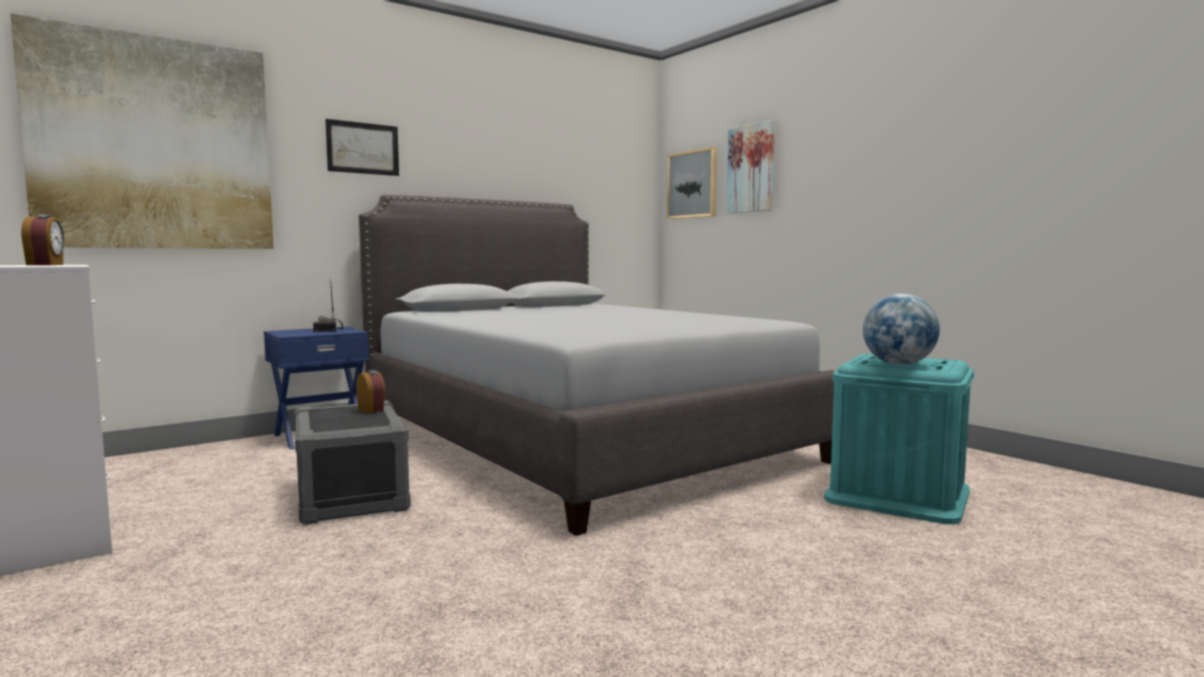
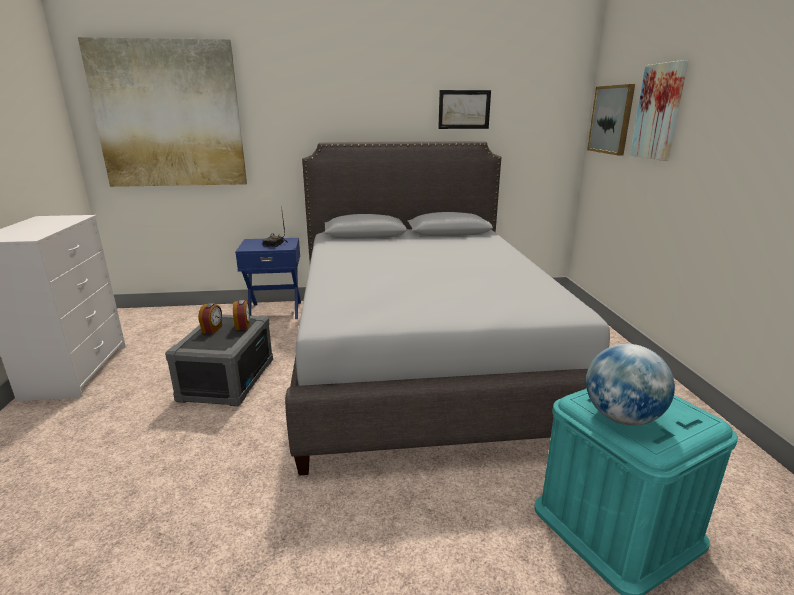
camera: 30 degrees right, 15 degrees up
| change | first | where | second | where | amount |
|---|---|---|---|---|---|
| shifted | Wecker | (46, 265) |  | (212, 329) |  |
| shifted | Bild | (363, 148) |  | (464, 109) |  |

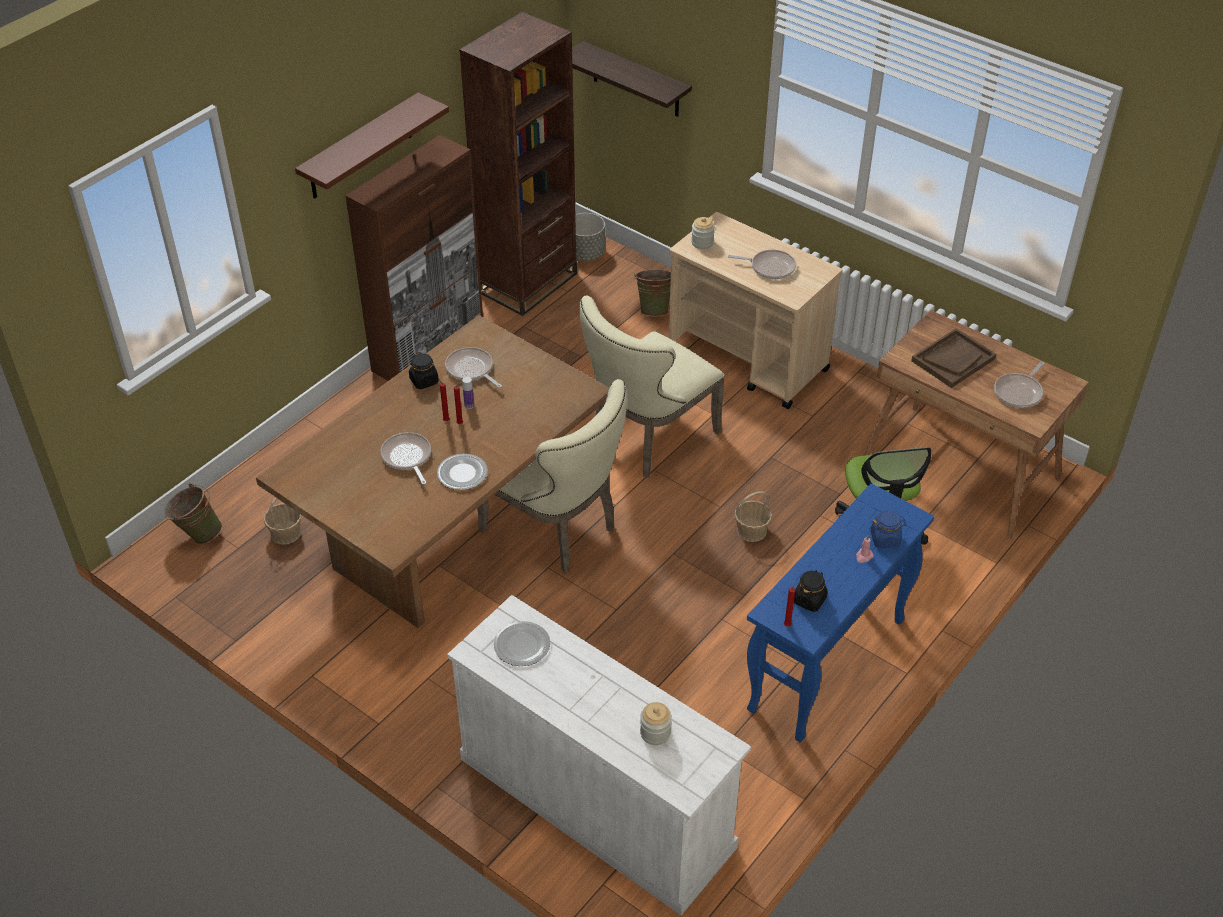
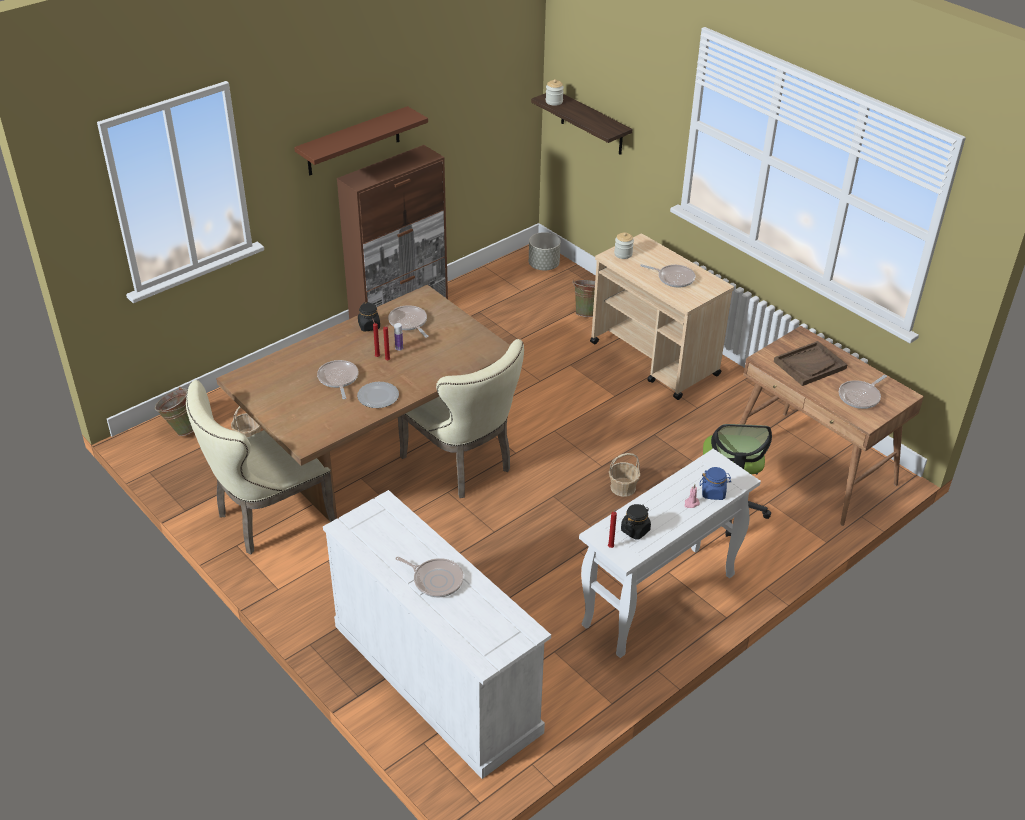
camera: 10 degrees right, 5 degrees down
| change | first | where | second | where | amount |
|---|---|---|---|---|---|
| gone | Bücherregal [braun] | (528, 283) |  |  |  |
| gone | Teller | (522, 645) |  |  |  |
| shifted | Stuhl [beige] | (648, 438) |  | (268, 519) |  |
| shifted | Vorratsglas | (655, 733) |  | (554, 102) |  |
| repainted | Konsolentisch [blau] | (826, 666) | Konsolentisch [weiß] | (658, 601) |  |
| new |  |  | Pfanne | (436, 580) |  |

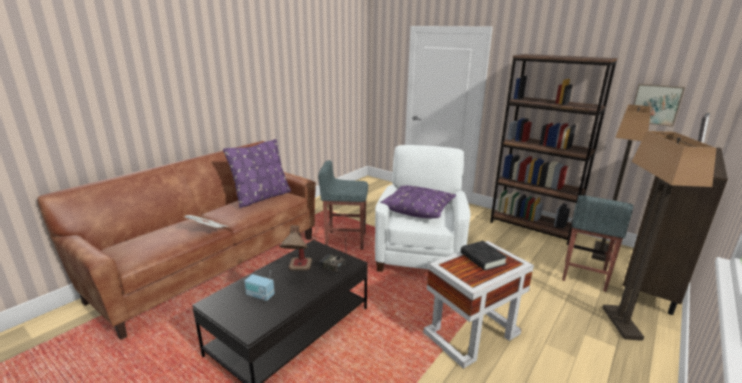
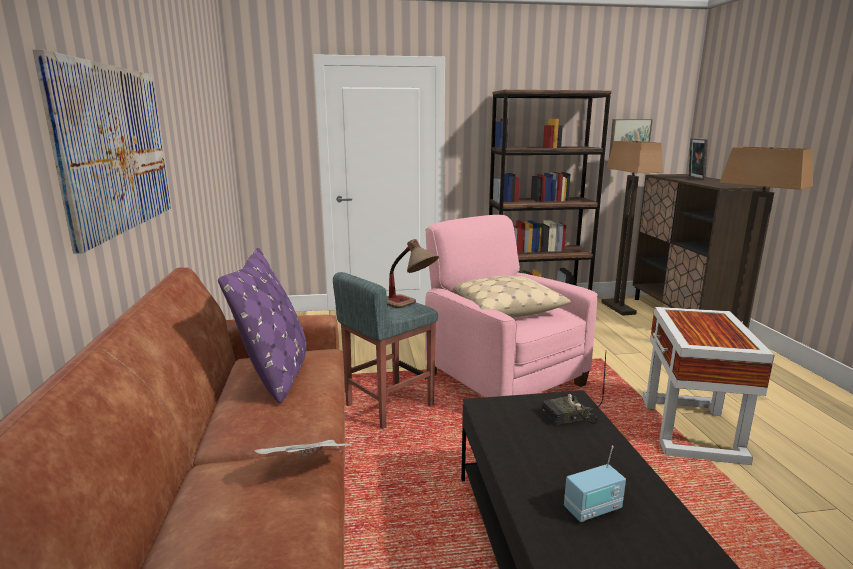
camera: 45 degrees left, 5 degrees down
| change | first | where | second | where | amount |
|---|---|---|---|---|---|
| shifted | Tischlampe | (298, 272) |  | (410, 306) |  |
| repainted | Sessel [weiß] | (420, 255) | Sessel [rosa] | (502, 379) |  |
| repainted | Kissen [lila] | (417, 208) | Kissen [beige] | (504, 307) |  |
| gone | Buch [schwarz] | (482, 259) |  |  |  |
| gone | Hocker [grau] | (584, 275) |  |  |  |
| new |  |  | Bild | (115, 149) |  |

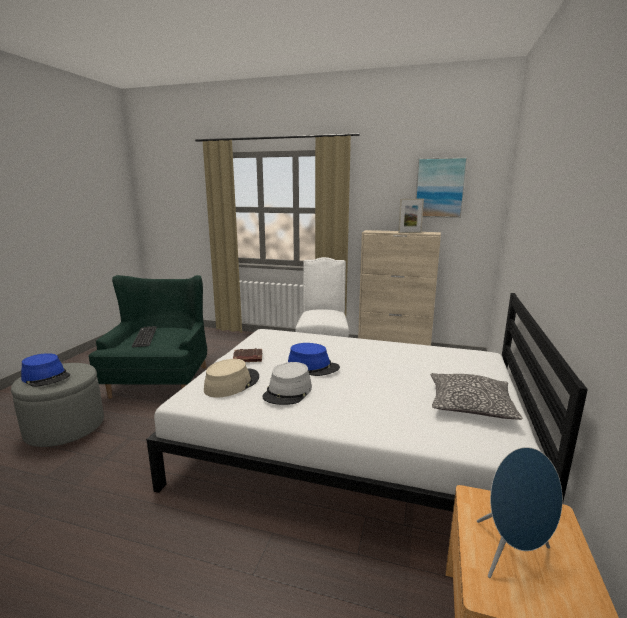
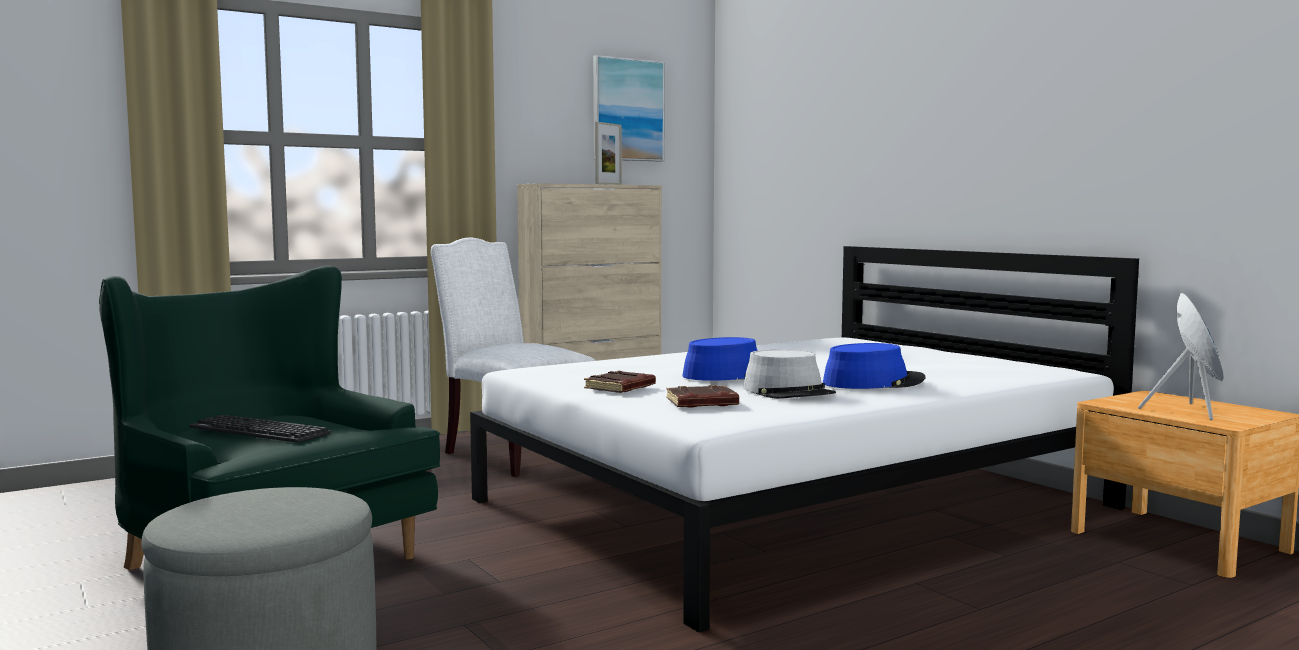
camera: 50 degrees left, 10 degrees down
| change | first | where | second | where | amount |
|---|---|---|---|---|---|
| shifted | Hut [blau] | (46, 377) |  | (873, 382) |  |
| swapped | Hut [beige] | (232, 383) | Buch [braun] | (701, 403) |  |
| gone | Kissen | (470, 405) |  |  |  |

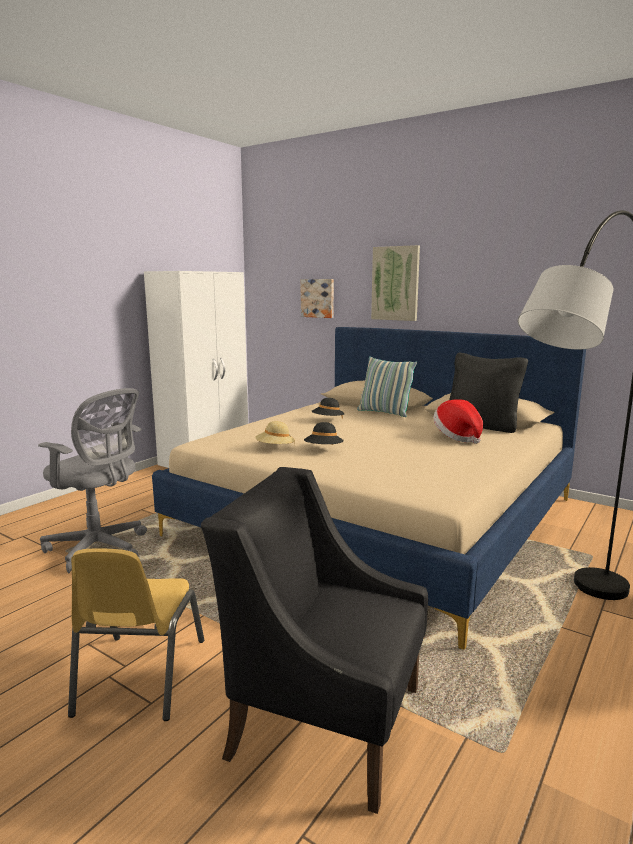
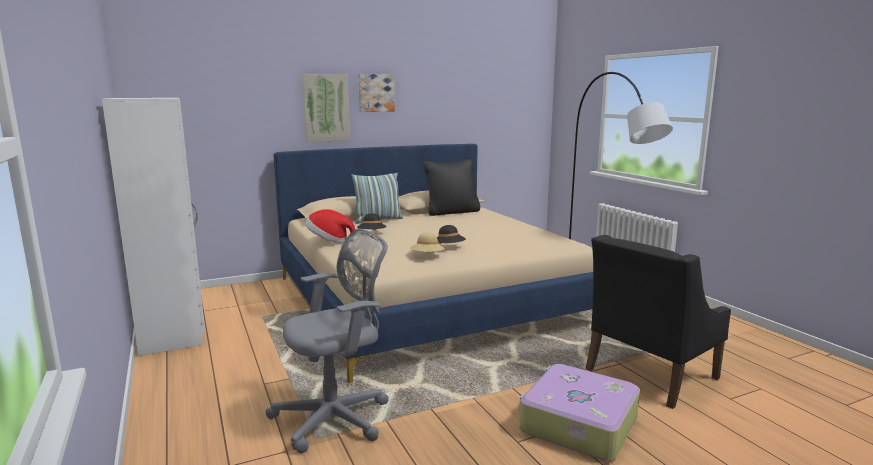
camera: 60 degrees left, 0 degrees up
| change | first | where | second | where | amount |
|---|---|---|---|---|---|
| swapped | Stuhl [gelb] | (140, 676) | Koffer | (577, 424) |  |
| shifted | Bild | (318, 298) |  | (376, 93) |  |
| shifted | Hut | (457, 437) |  | (329, 241) |  |

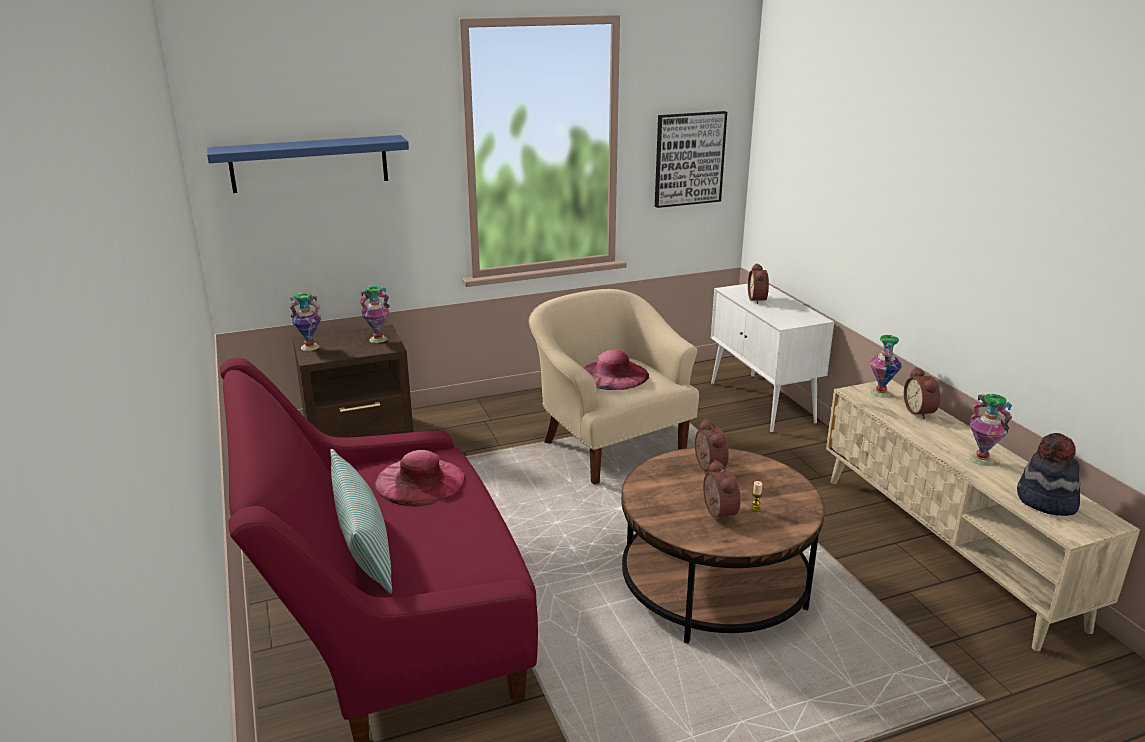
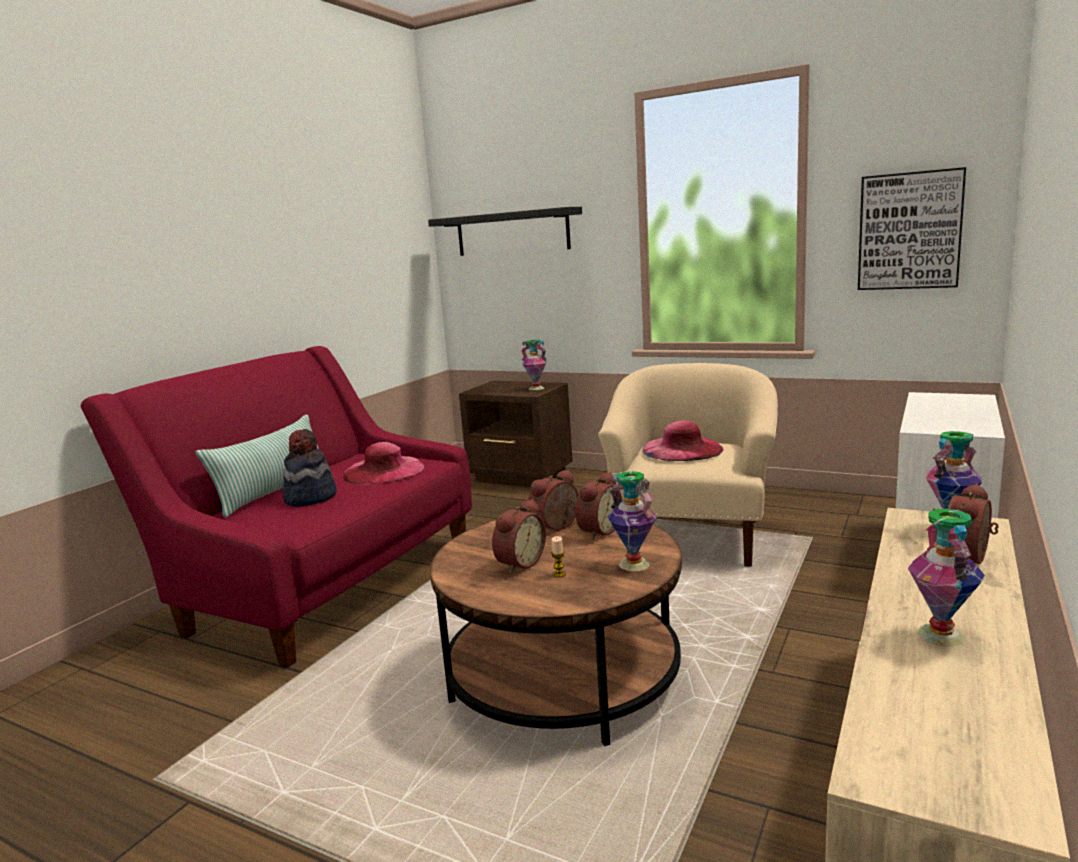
camera: 50 degrees right, 10 degrees down
| change | first | where | second | where | amount |
|---|---|---|---|---|---|
| repainted | Wandregal [blau] | (309, 163) | Wandregal [schwarz] | (512, 233) |  |
| shifted | Vase | (309, 347) |  | (633, 564) |  |
| shifted | Wecker | (758, 299) |  | (557, 527) |  |
| shifted | Hut | (1045, 502) |  | (310, 498) |  |

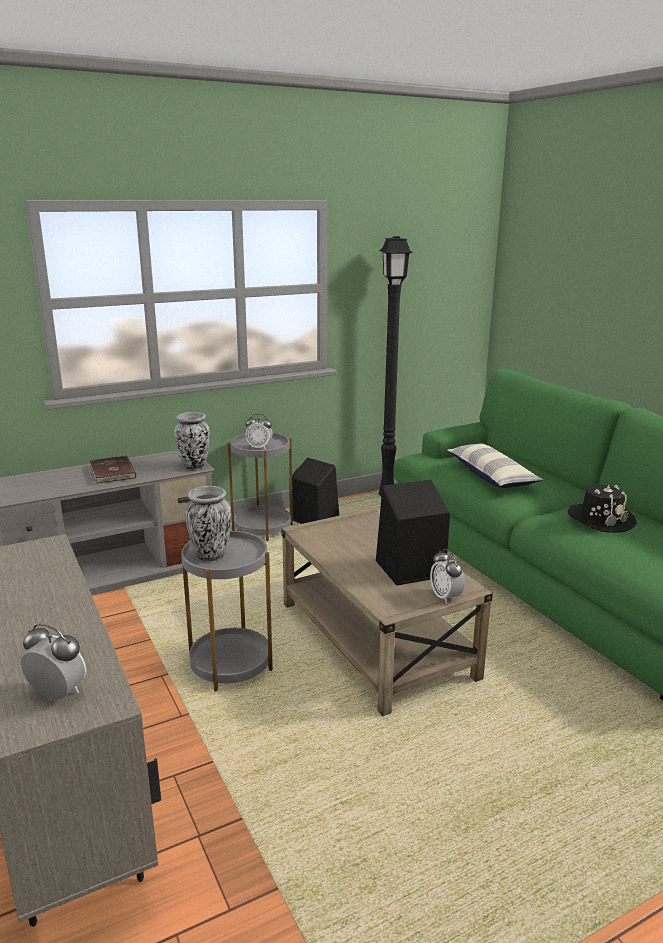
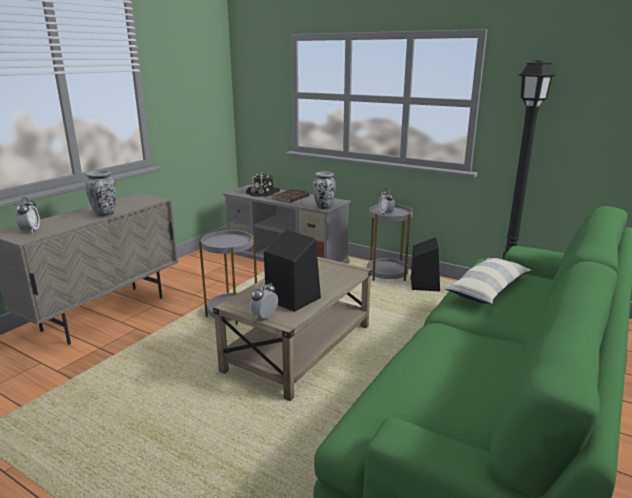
camera: 60 degrees right, 0 degrees up
| change | first | where | second | where | amount |
|---|---|---|---|---|---|
| shifted | Vase | (210, 555) |  | (105, 214) |  |
| shifted | Hut [schwarz] | (600, 519) |  | (263, 192) |  |

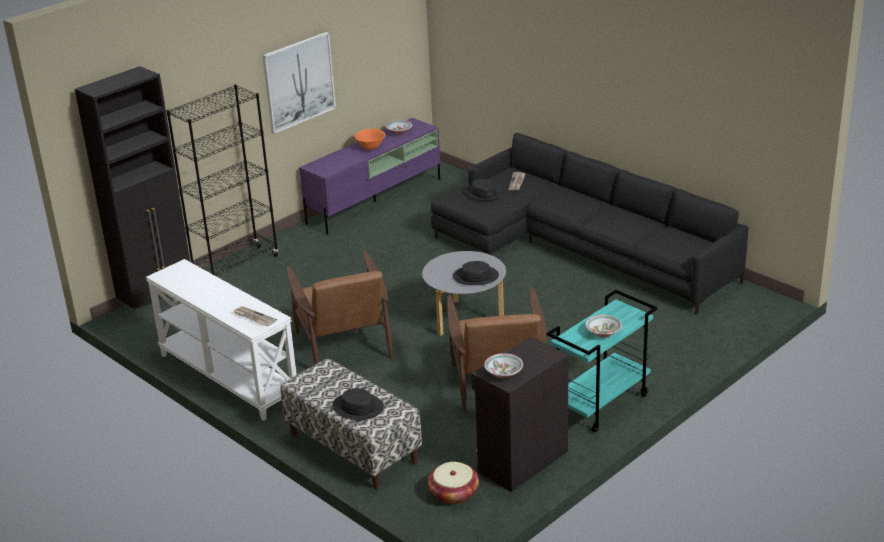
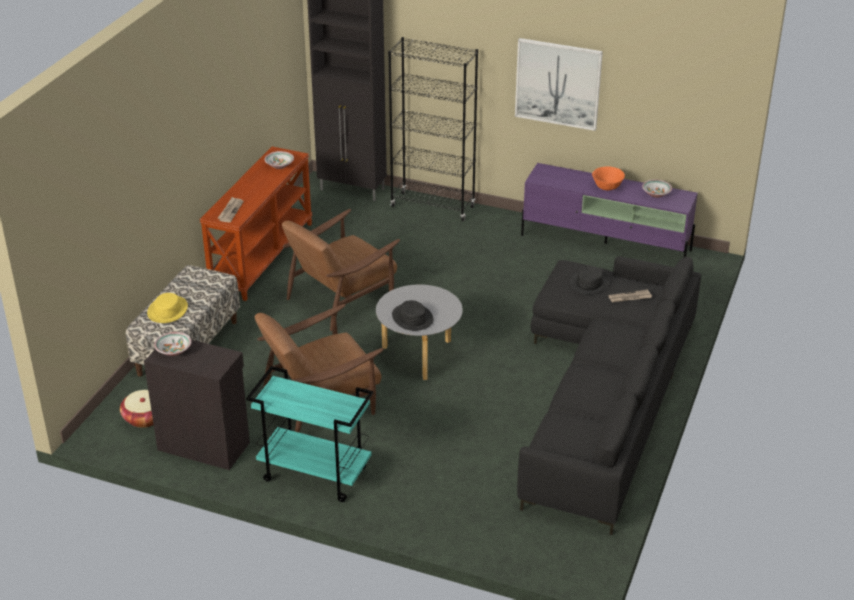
camera: 65 degrees right, 5 degrees up
| change | first | where | second | where | amount |
|---|---|---|---|---|---|
| repainted | Konsolentisch [weiß] | (227, 377) | Konsolentisch [braun] | (261, 256) |  |
| repainted | Hut [schwarz] | (357, 407) | Hut [gelb] | (167, 310) |  |
| shifted | Schüssel | (603, 333) |  | (279, 166) |  |

